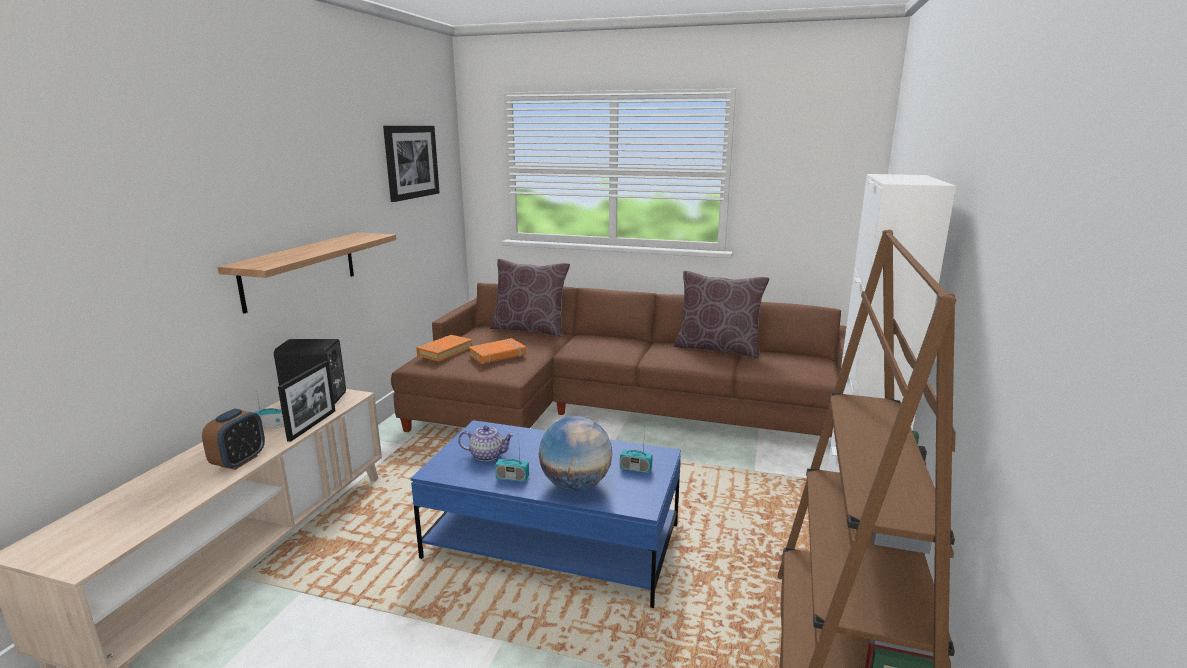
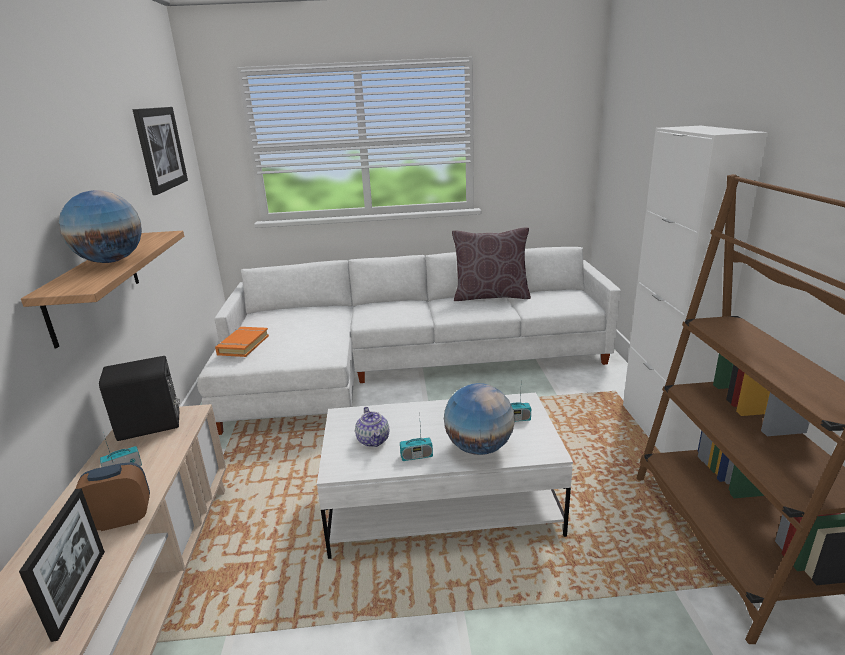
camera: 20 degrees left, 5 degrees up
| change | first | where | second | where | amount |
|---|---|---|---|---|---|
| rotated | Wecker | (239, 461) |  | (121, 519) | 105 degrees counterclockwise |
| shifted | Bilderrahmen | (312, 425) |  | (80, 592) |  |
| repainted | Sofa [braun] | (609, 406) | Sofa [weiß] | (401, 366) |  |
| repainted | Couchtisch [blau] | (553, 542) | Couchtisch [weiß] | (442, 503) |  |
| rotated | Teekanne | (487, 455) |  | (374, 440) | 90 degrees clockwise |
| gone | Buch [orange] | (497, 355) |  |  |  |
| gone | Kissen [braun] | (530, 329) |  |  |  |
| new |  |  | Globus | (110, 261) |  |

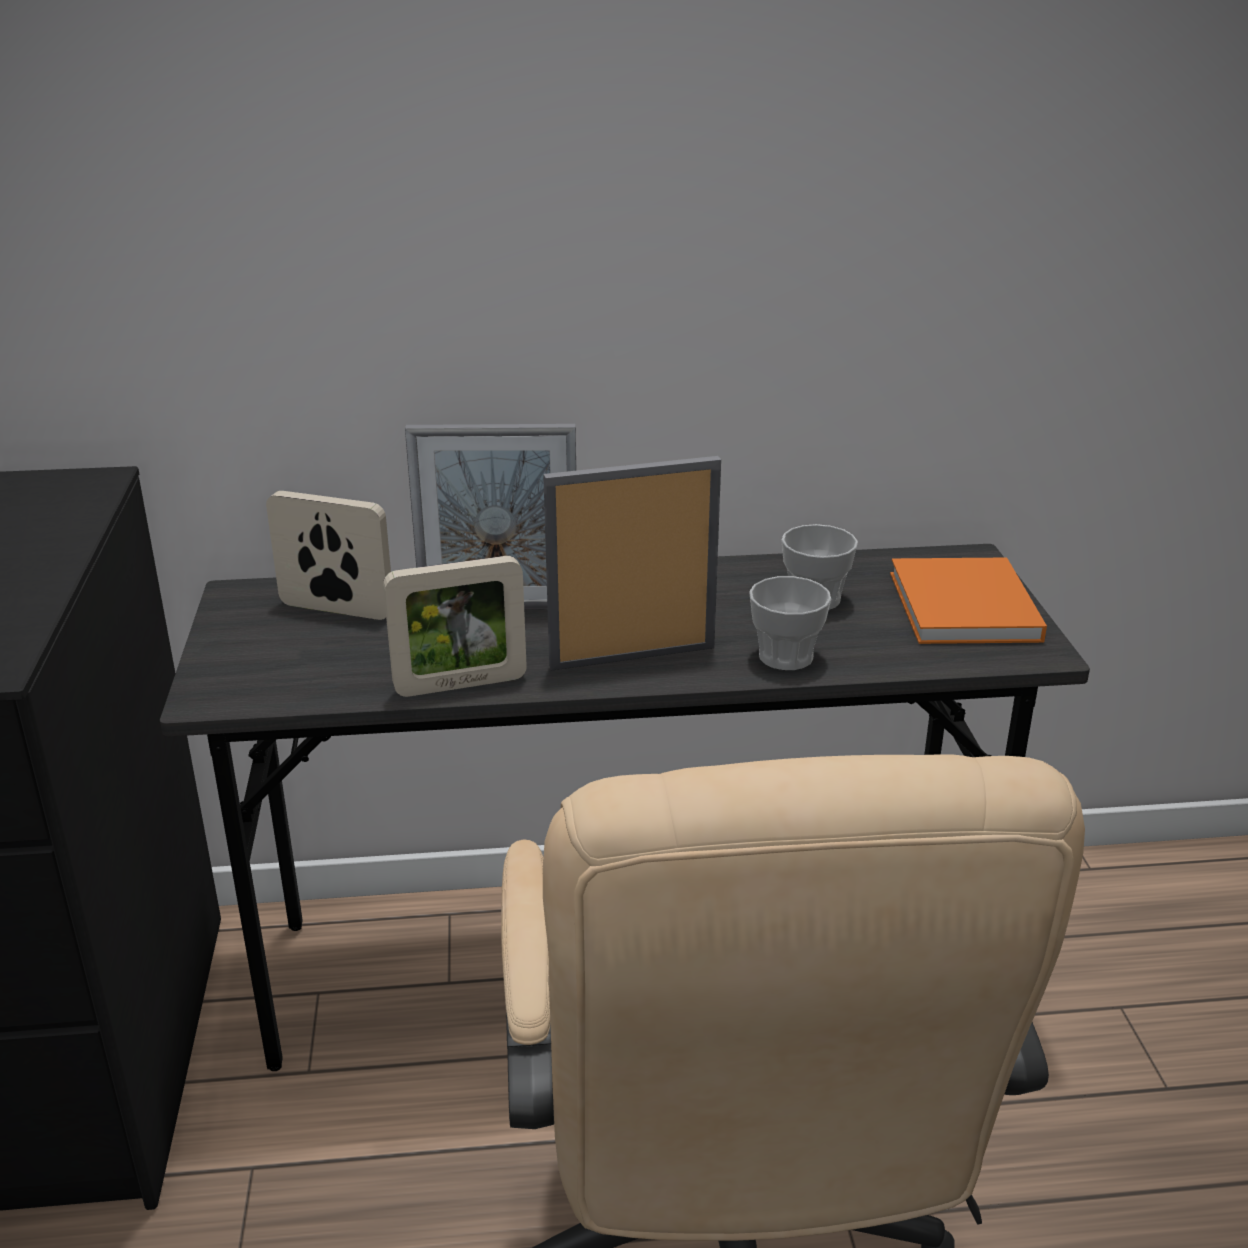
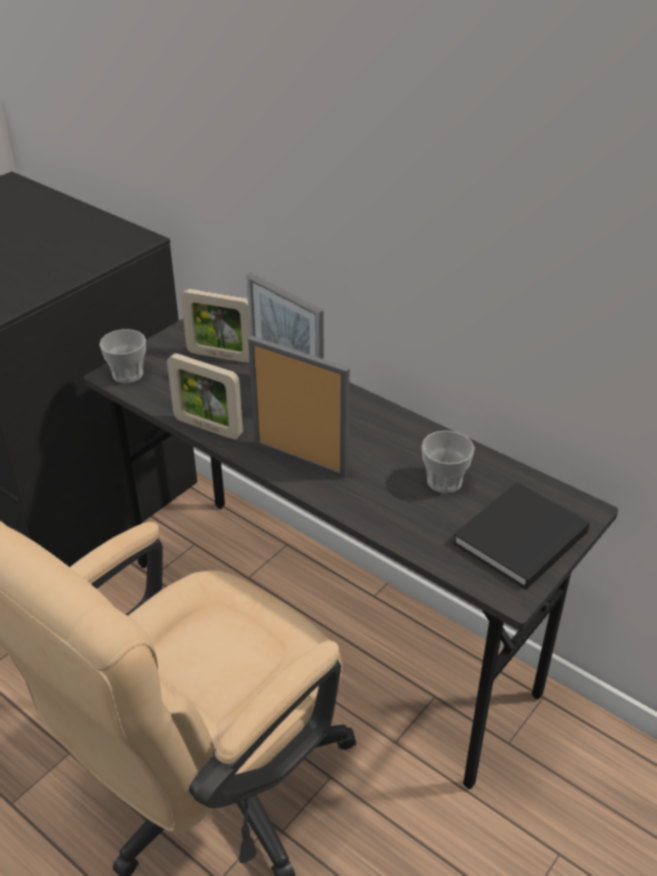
camera: 45 degrees right, 10 degrees up
| change | first | where | second | where | amount |
|---|---|---|---|---|---|
| rotated | Bilderrahmen | (337, 609) |  | (220, 356) | 135 degrees clockwise |
| shifted | Tasse | (786, 656) |  | (127, 374) |  |
| repainted | Buch [orange] | (964, 609) | Buch [schwarz] | (518, 539) |  |

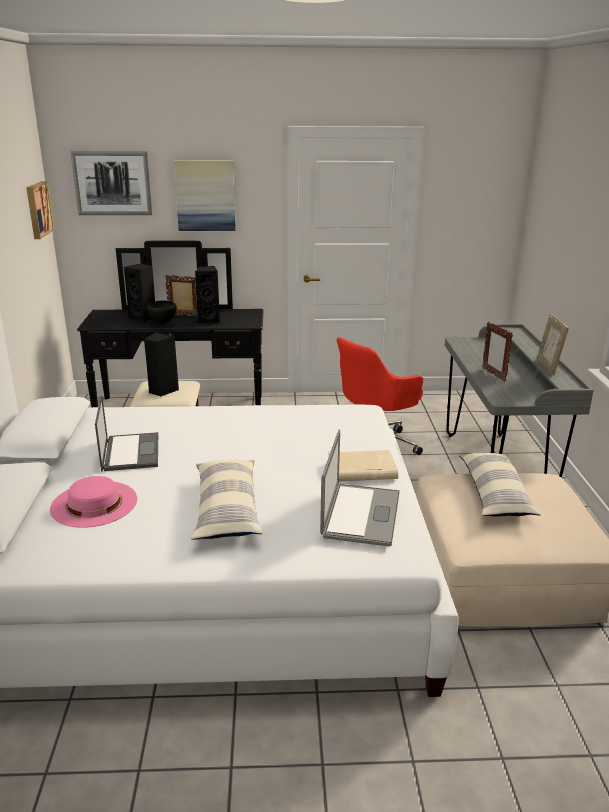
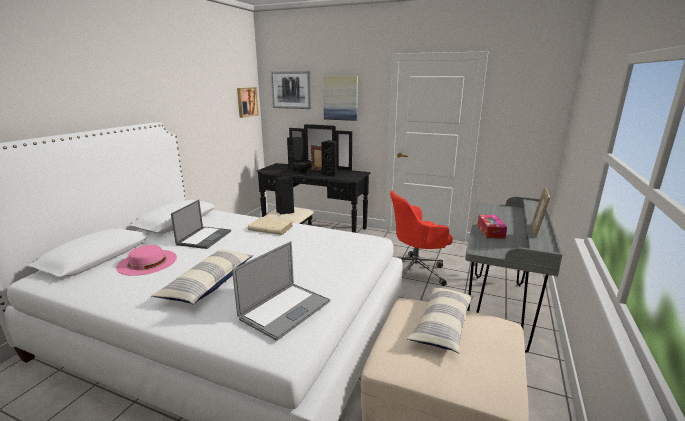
camera: 25 degrees right, 5 degrees down
| change | first | where | second | where | amount |
|---|---|---|---|---|---|
| shifted | Buch [beige] | (361, 470) |  | (270, 228) |  |
| swapped | Bilderrahmen | (493, 375) | Taschentuchbox | (490, 231) |  |

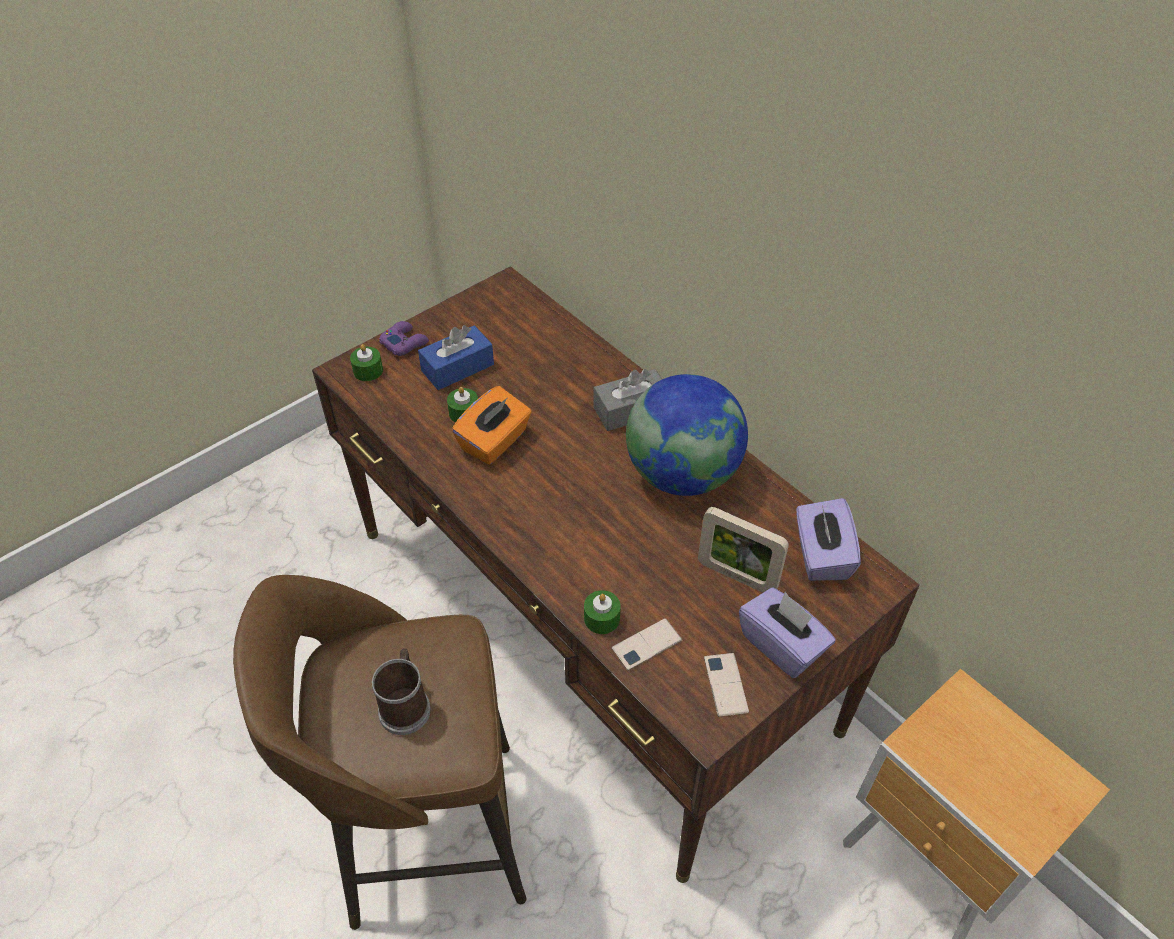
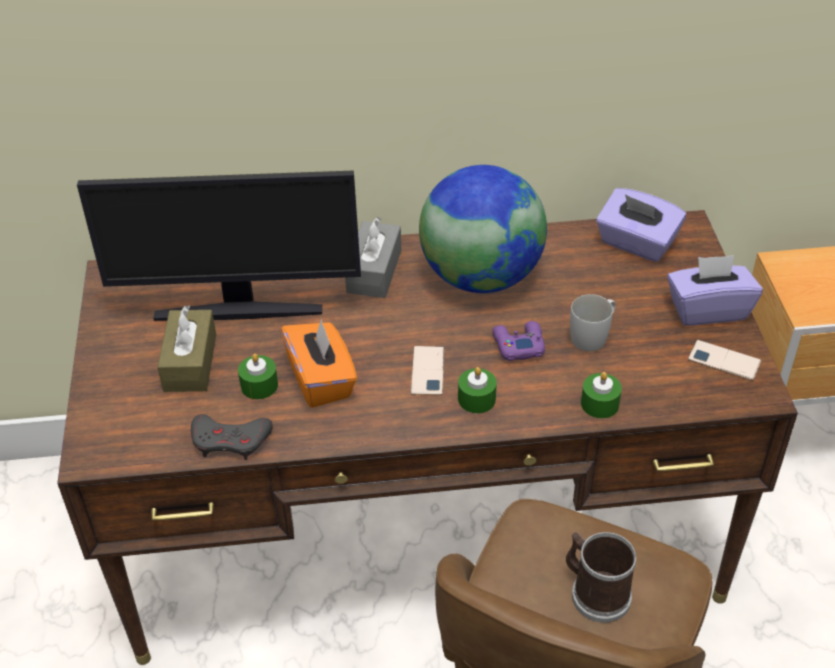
camera: 55 degrees left, 5 degrees down
| change | first | where | second | where | amount |
|---|---|---|---|---|---|
| shifted | Kerze [grün] | (368, 371) |  | (476, 399) |  |
| shifted | Gamepad [lila] | (404, 342) |  | (518, 345) |  |
| repainted | Taschentuchbox [blau] | (457, 367) | Taschentuchbox [braun] | (190, 362) |  |
| shifted | Handy | (646, 644) |  | (427, 371) |  |
| gone | Bilderrahmen | (736, 576) |  |  |  |
| new |  |  | Monitor | (238, 309) |  |
| new |  |  | Gamepad [grau] | (230, 440) |  |
| new |  |  | Henkelbecher [weiß] | (593, 335) |  |

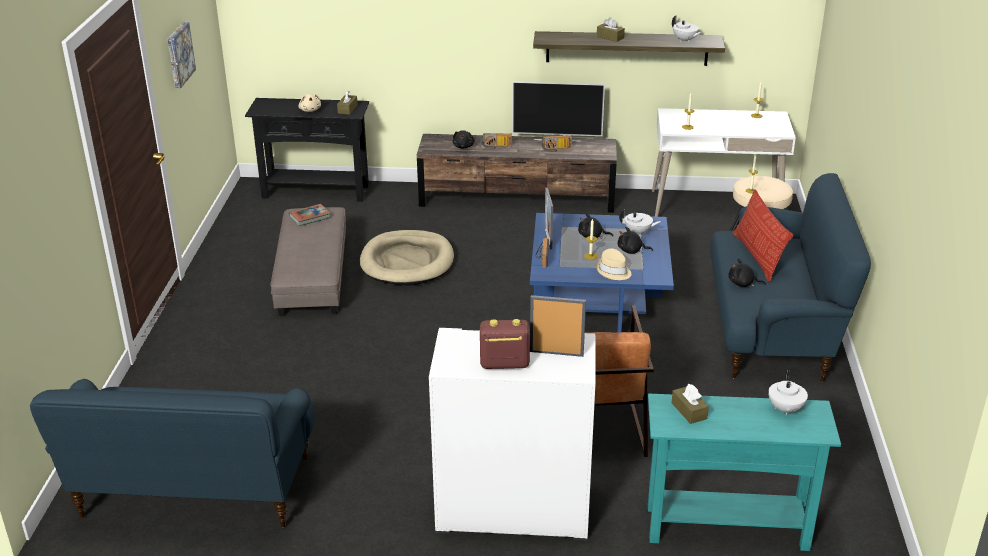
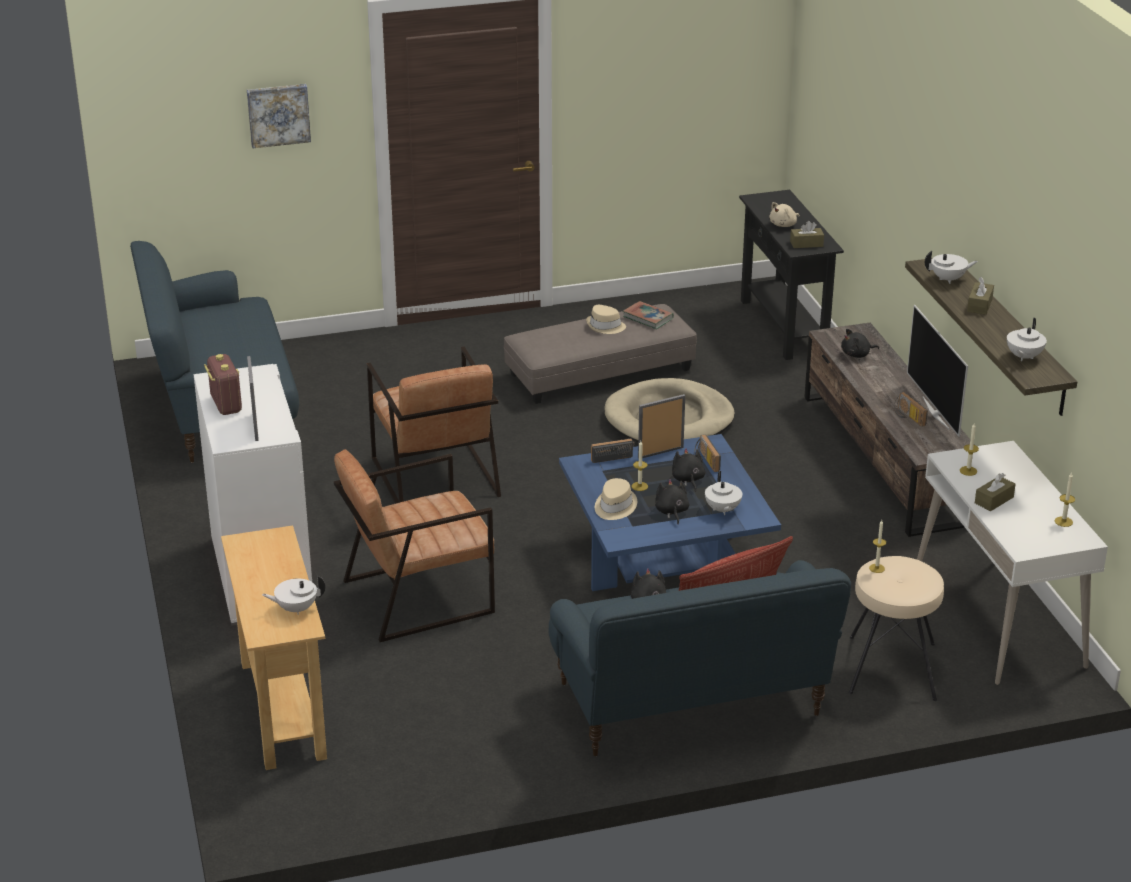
camera: 70 degrees right, 0 degrees up
| change | first | where | second | where | amount |
|---|---|---|---|---|---|
| shifted | Bild | (179, 54) |  | (278, 114) |  |
| shifted | Radio | (496, 146) |  | (705, 461) |  |
| repainted | Konsolentisch [türkis] | (726, 527) | Konsolentisch [beige] | (282, 709) |  |
| shifted | Taschentuchbox [braun] | (689, 411) |  | (994, 500) |  |
| new |  |  | Sessel [braun] | (434, 477) |  |
| new |  |  | Hut [beige] | (605, 326) |  |
| new |  |  | Teekanne [weiß] | (948, 279) |  |

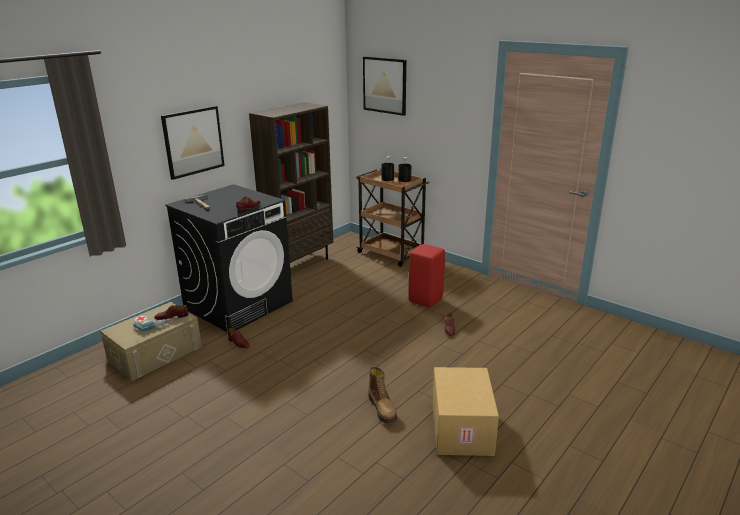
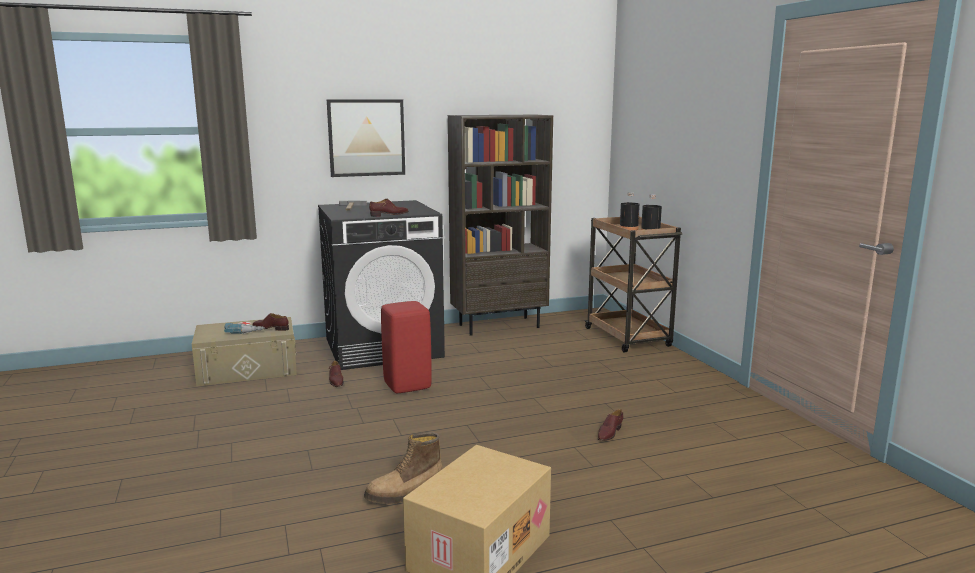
camera: 30 degrees right, 10 degrees down
| change | first | where | second | where | amount |
|---|---|---|---|---|---|
| gone | Bild | (385, 85) |  |  |  |
| rotated | Stiefel | (383, 409) |  | (405, 493) | 45 degrees clockwise |
| shifted | Hocker [rot] | (425, 300) |  | (408, 385) |  |

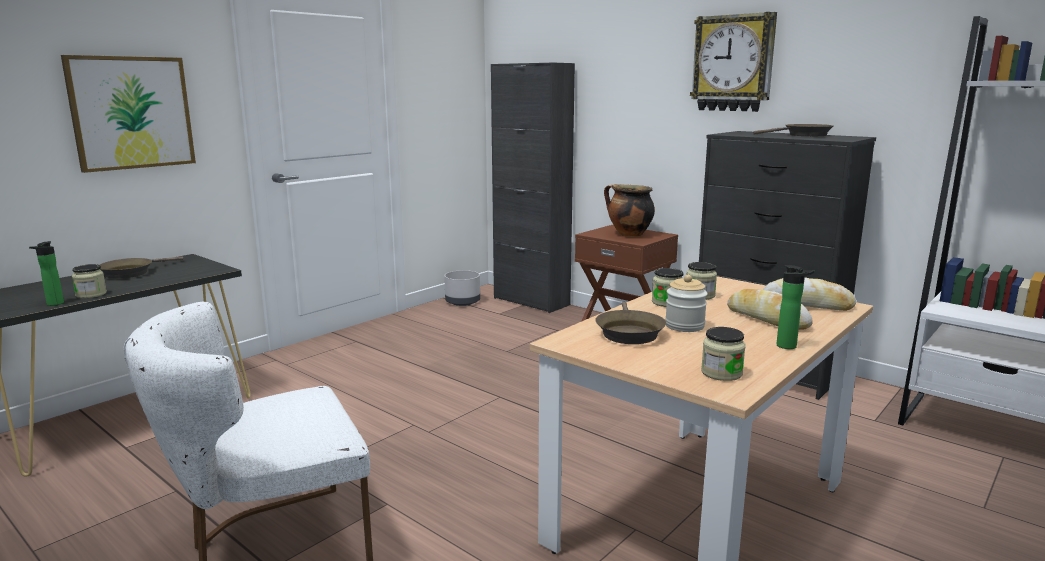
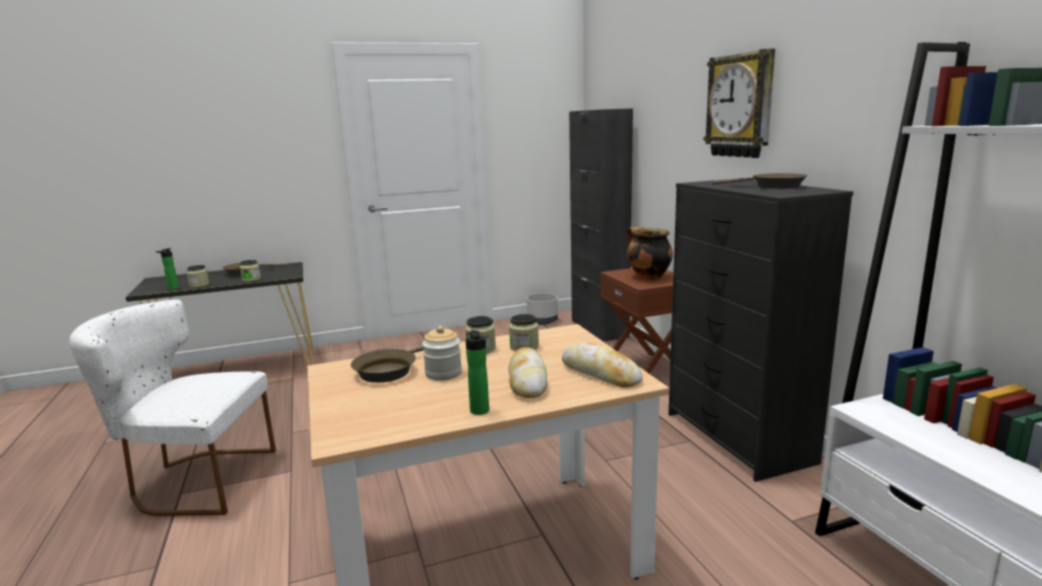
camera: 30 degrees right, 0 degrees up
| change | first | where | second | where | amount |
|---|---|---|---|---|---|
| gone | Bild | (131, 113) |  |  |  |
| shifted | Vorratsglas | (721, 373) |  | (251, 279) |  |

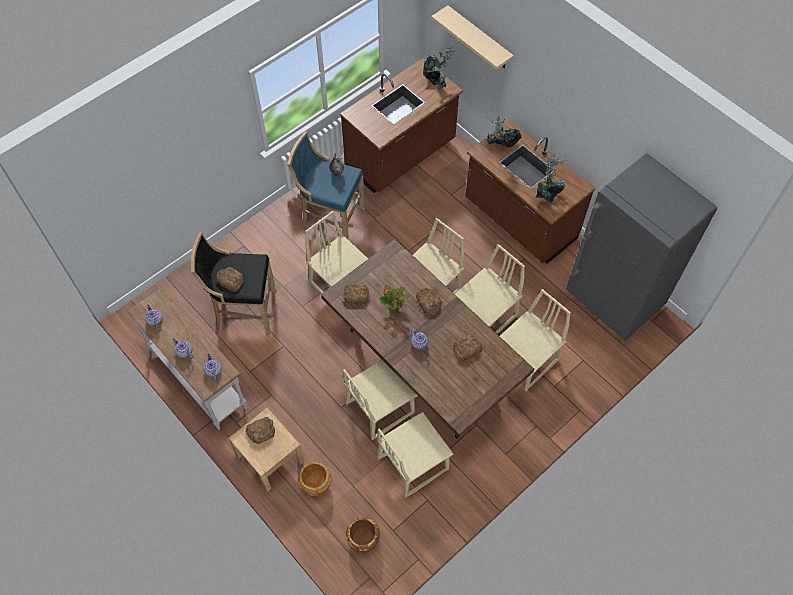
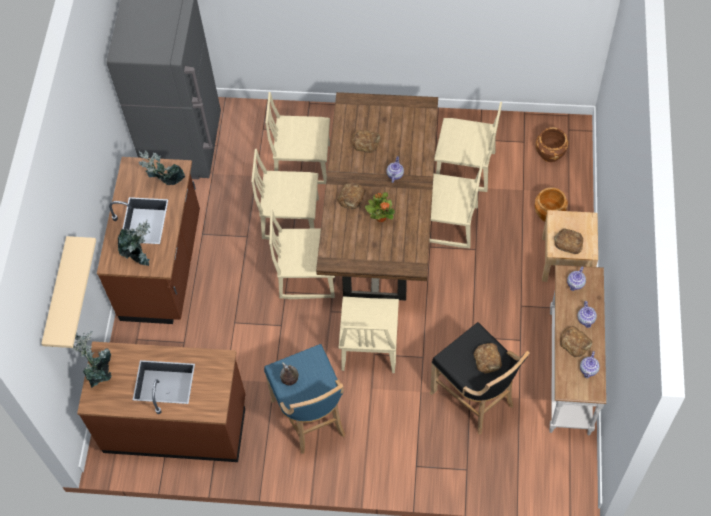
camera: 130 degrees left, 0 degrees up
| change | first | where | second | where | amount |
|---|---|---|---|---|---|
| shifted | Brot | (355, 295) |  | (575, 343) |  |

